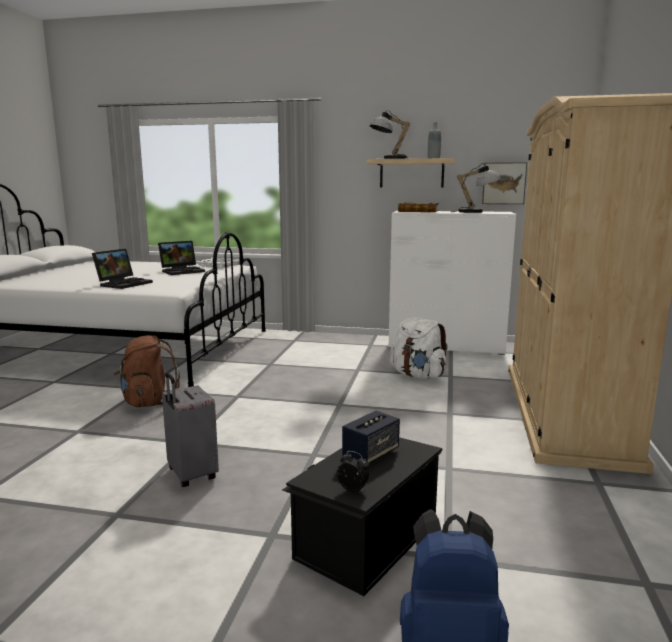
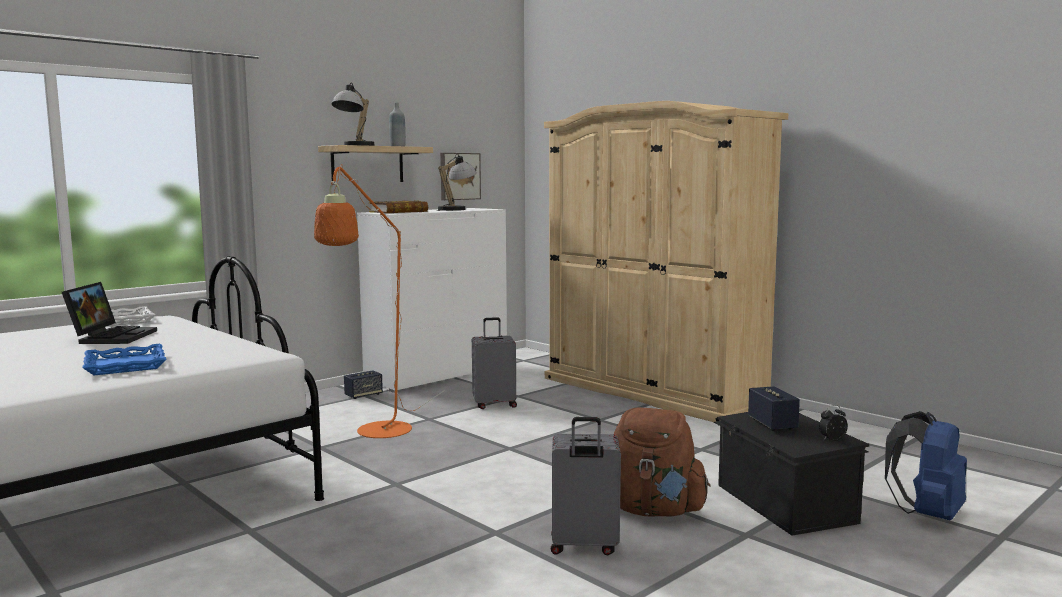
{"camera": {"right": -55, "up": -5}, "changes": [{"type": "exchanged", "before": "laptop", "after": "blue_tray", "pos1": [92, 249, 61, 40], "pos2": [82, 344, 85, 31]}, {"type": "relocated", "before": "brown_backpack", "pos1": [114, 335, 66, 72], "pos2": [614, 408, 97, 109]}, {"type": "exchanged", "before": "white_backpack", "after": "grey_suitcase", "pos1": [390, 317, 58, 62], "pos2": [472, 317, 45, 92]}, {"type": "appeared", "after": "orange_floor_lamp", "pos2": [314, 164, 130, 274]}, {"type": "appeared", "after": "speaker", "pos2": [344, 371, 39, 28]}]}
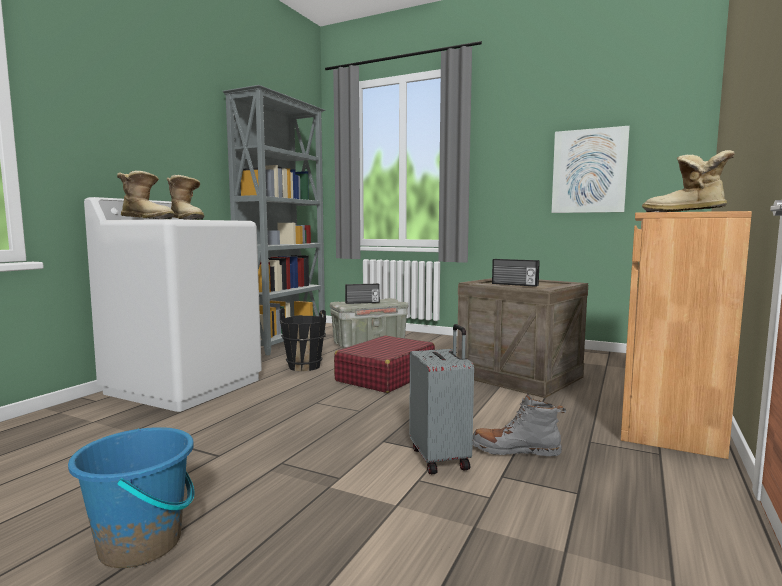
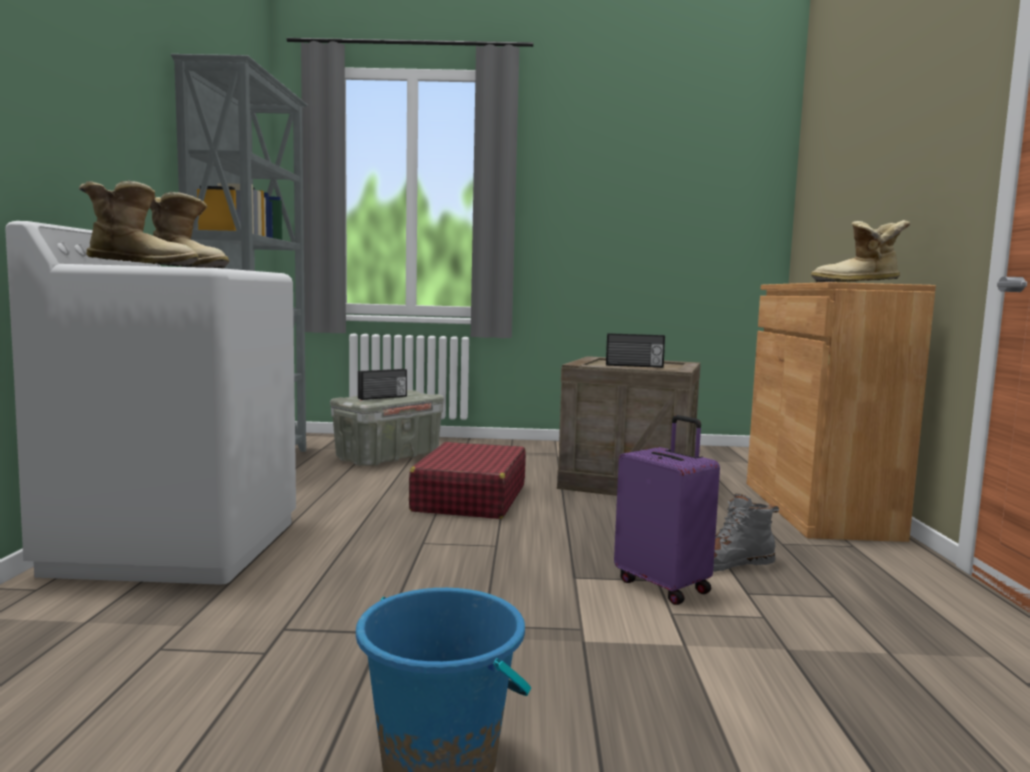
{"camera": {"right": -25, "up": 0}, "changes": [{"type": "missing", "before": "black_bucket", "pos1": [280, 308, 46, 63]}, {"type": "colour", "before": "grey_suitcase", "after": "purple_suitcase", "pos1": [409, 324, 65, 150], "pos2": [614, 415, 106, 190]}, {"type": "missing", "before": "picture", "pos1": [552, 126, 78, 87]}]}
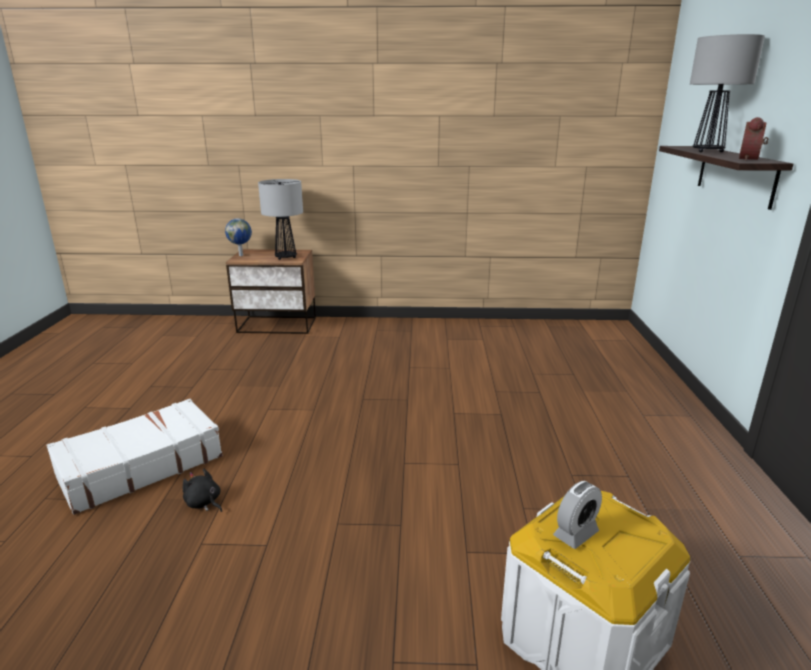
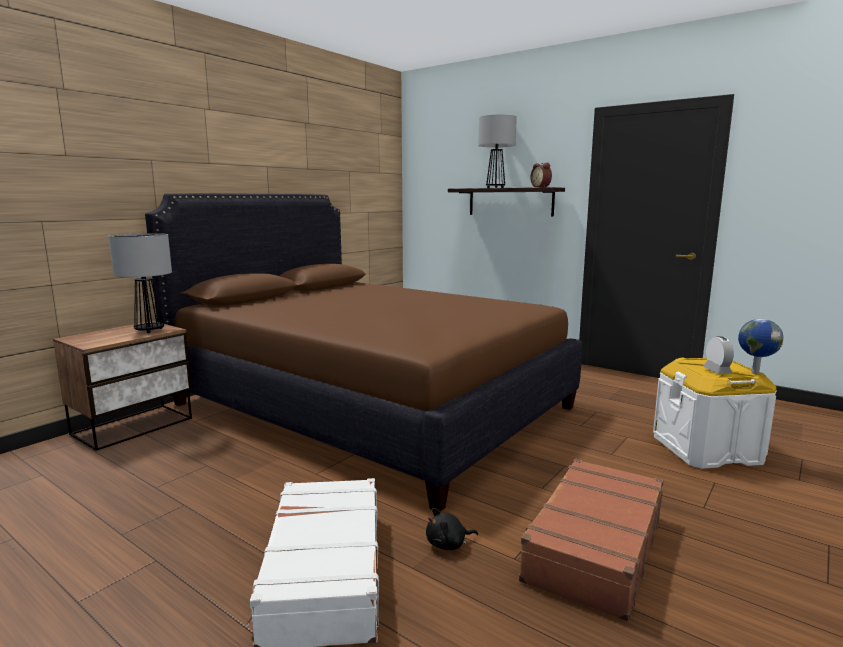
{"camera": {"right": -55, "up": -10}, "changes": [{"type": "relocated", "before": "globe", "pos1": [225, 218, 27, 38], "pos2": [738, 319, 45, 55]}, {"type": "appeared", "after": "brown_bed", "pos2": [145, 193, 437, 318]}, {"type": "appeared", "after": "brown_suitcase", "pos2": [517, 459, 147, 162]}]}
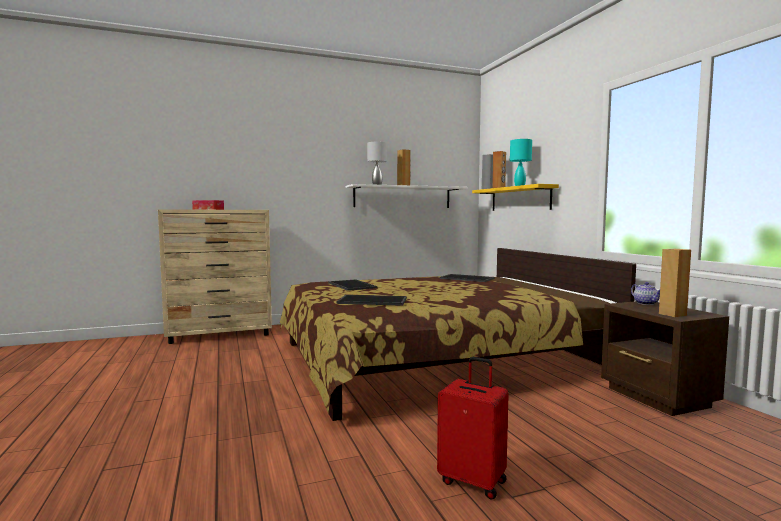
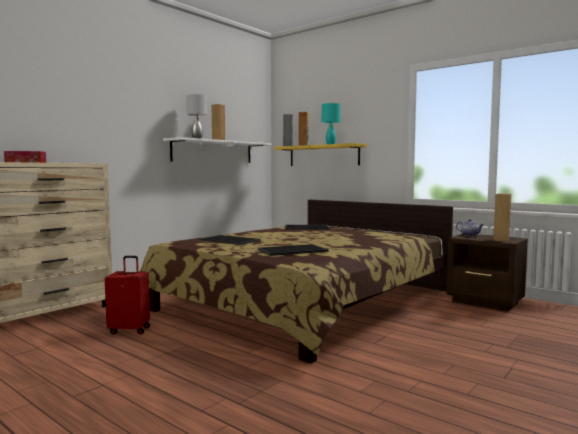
{"camera": {"right": -30, "up": 0}, "changes": [{"type": "relocated", "before": "red_suitcase", "pos1": [437, 357, 72, 143], "pos2": [105, 256, 45, 78]}]}
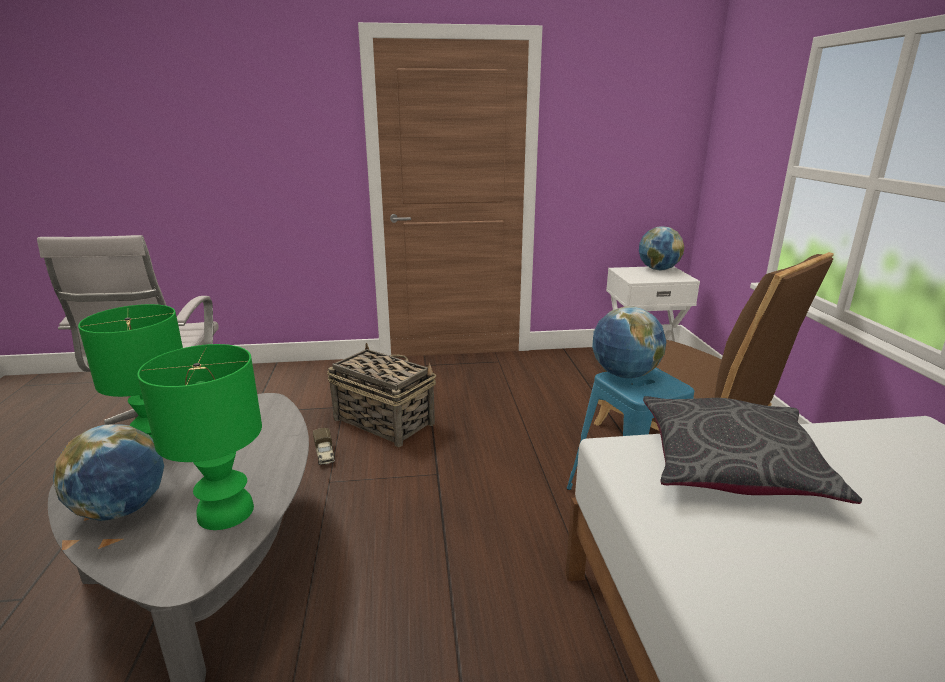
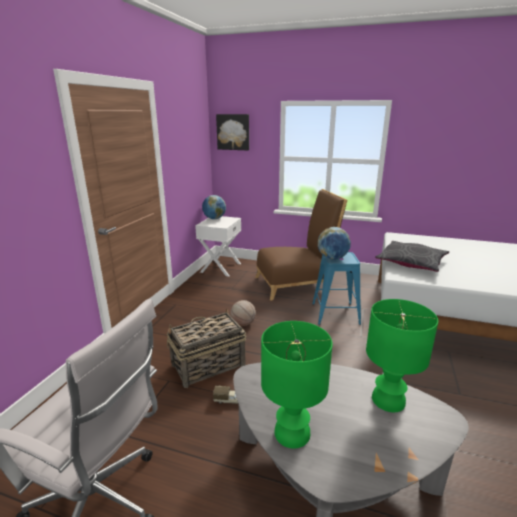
{"camera": {"right": -65, "up": 0}, "changes": [{"type": "missing", "before": "globe", "pos1": [53, 424, 111, 97]}, {"type": "appeared", "after": "picture", "pos2": [216, 114, 33, 36]}, {"type": "appeared", "after": "basketball", "pos2": [230, 300, 26, 26]}]}
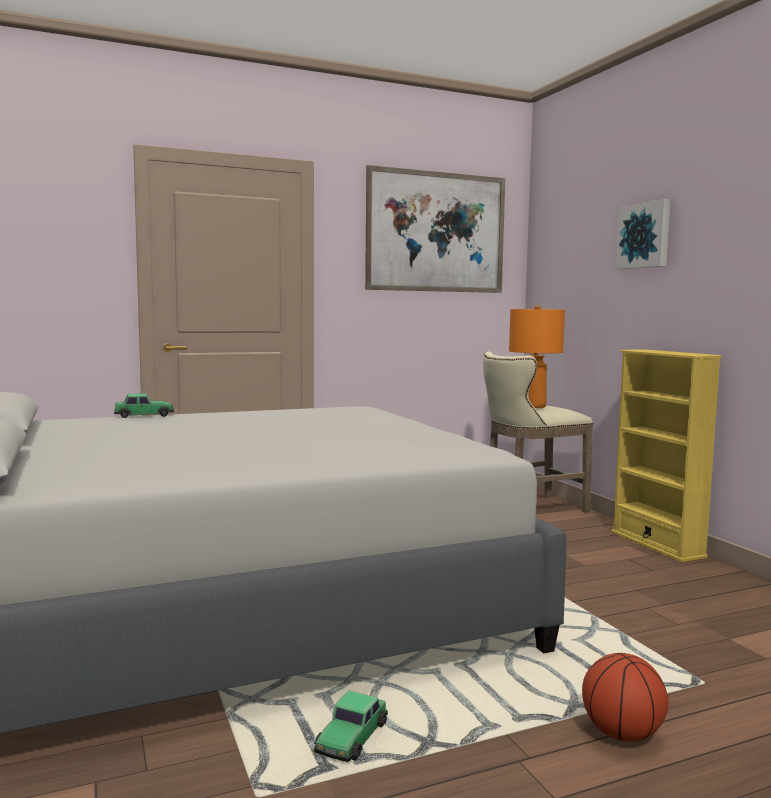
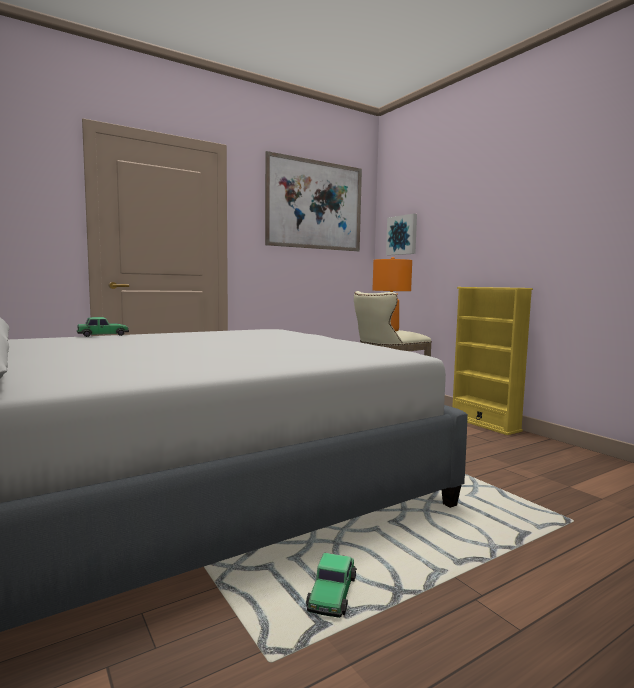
{"camera": {"right": -10, "up": 0}, "changes": [{"type": "missing", "before": "basketball", "pos1": [582, 653, 86, 89]}, {"type": "relocated", "before": "picture", "pos1": [616, 199, 54, 70], "pos2": [386, 213, 31, 42]}]}
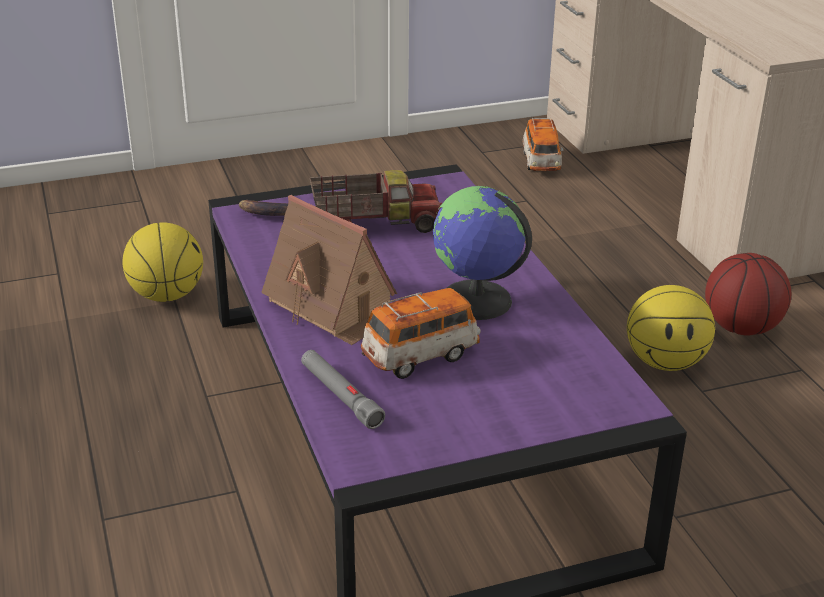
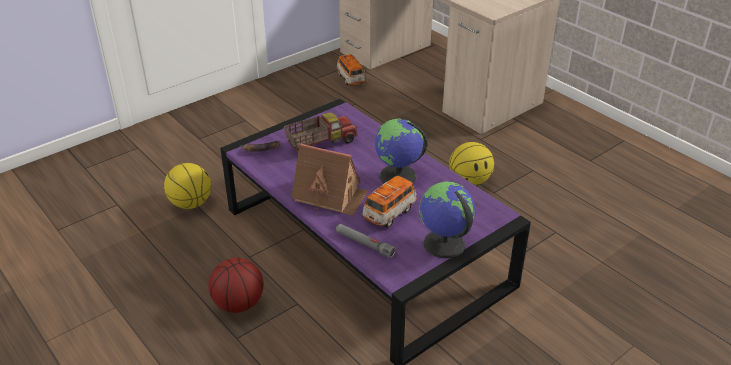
{"camera": {"right": -20, "up": 5}, "changes": [{"type": "relocated", "before": "basketball", "pos1": [705, 253, 86, 83], "pos2": [208, 258, 56, 55]}, {"type": "appeared", "after": "globe", "pos2": [419, 182, 56, 76]}]}
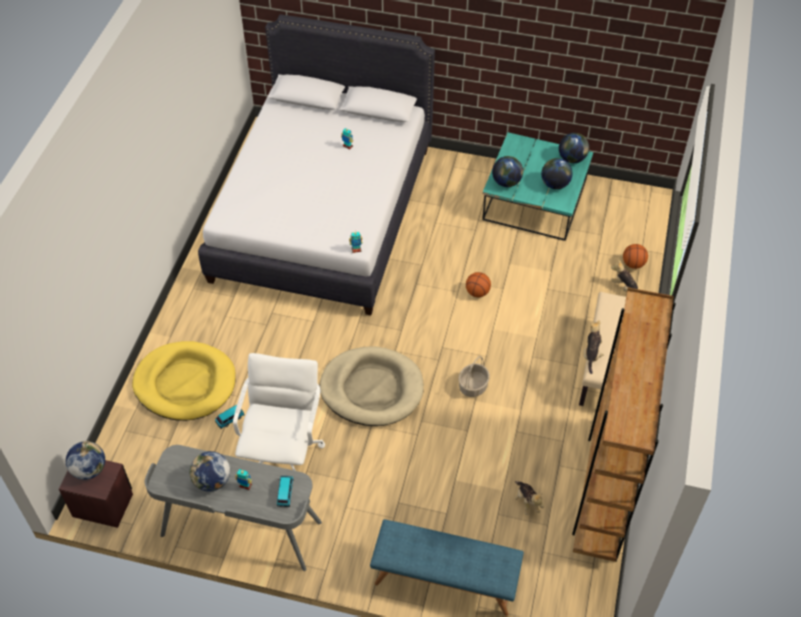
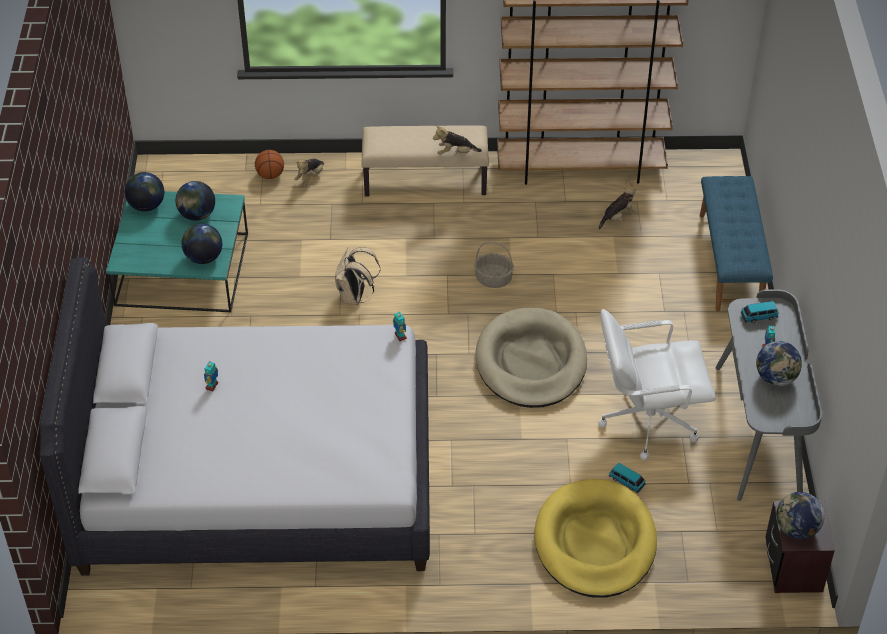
{"camera": {"right": -105, "up": -5}, "changes": [{"type": "exchanged", "before": "basketball", "after": "beige_backpack", "pos1": [466, 272, 25, 25], "pos2": [335, 247, 45, 58]}]}
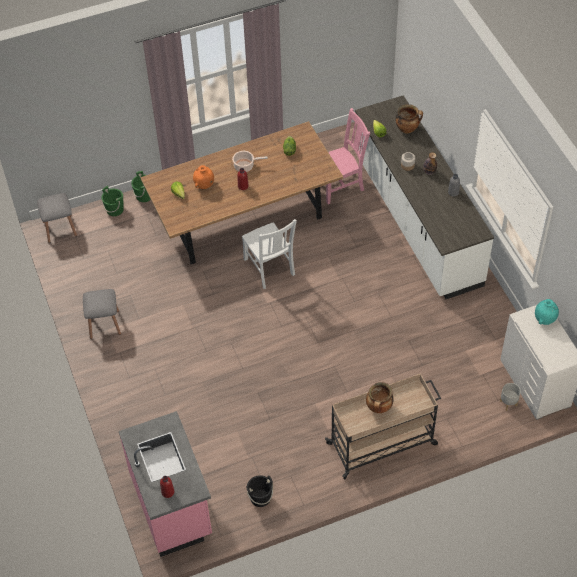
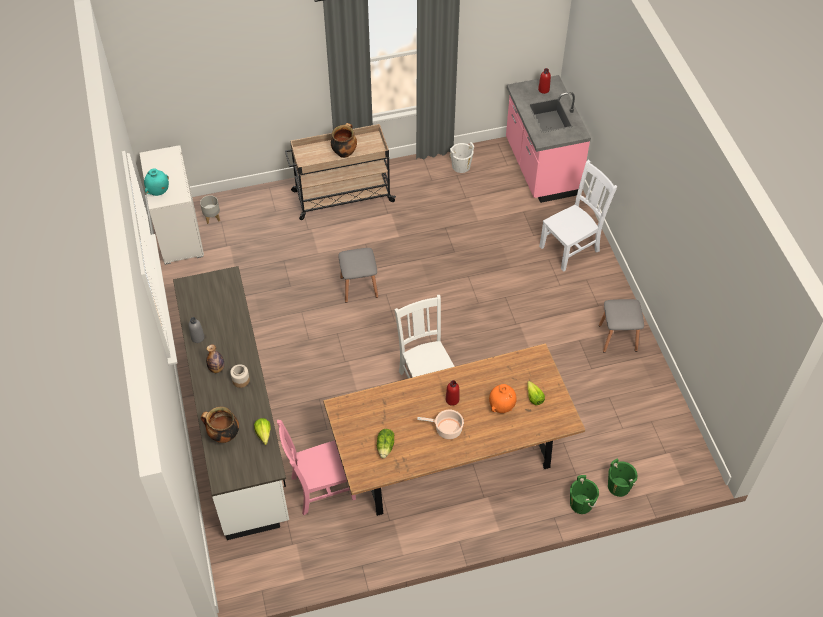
{"camera": {"right": -175, "up": 0}, "changes": [{"type": "relocated", "before": "grey_stool", "pos1": [37, 193, 40, 50], "pos2": [338, 248, 40, 55]}, {"type": "colour", "before": "black_bucket", "after": "white_bucket", "pos1": [246, 475, 27, 32], "pos2": [449, 142, 25, 31]}, {"type": "appeared", "after": "white_chair", "pos2": [539, 160, 78, 112]}]}
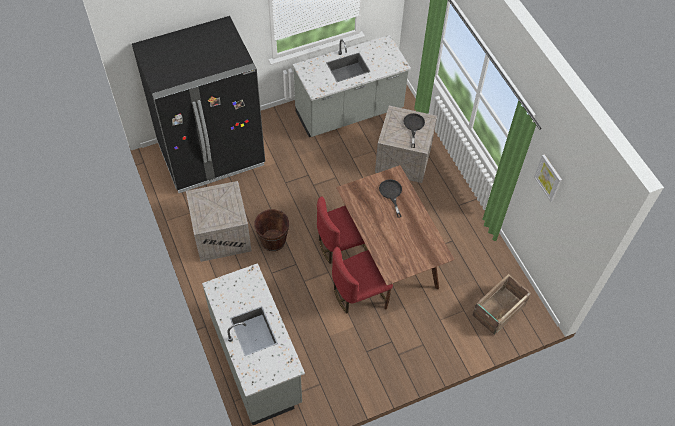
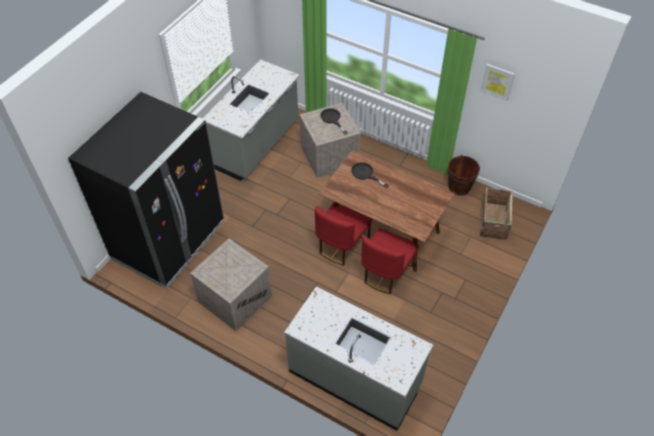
{"camera": {"right": -35, "up": -5}, "changes": [{"type": "relocated", "before": "brown_bucket", "pos1": [254, 209, 35, 42], "pos2": [448, 155, 32, 41]}]}
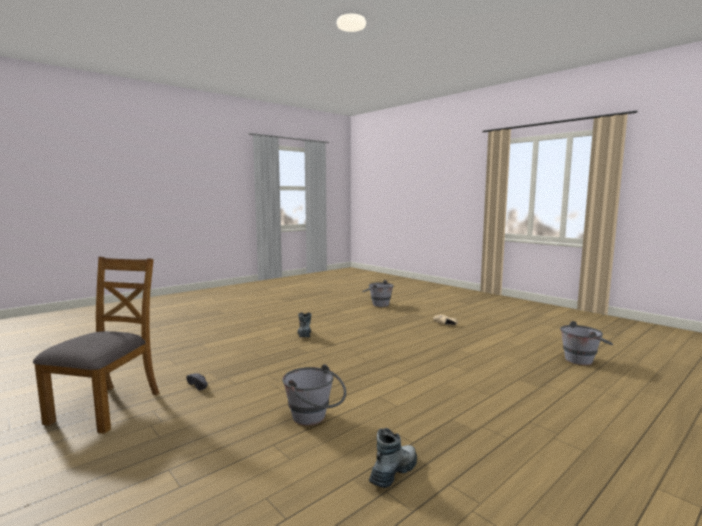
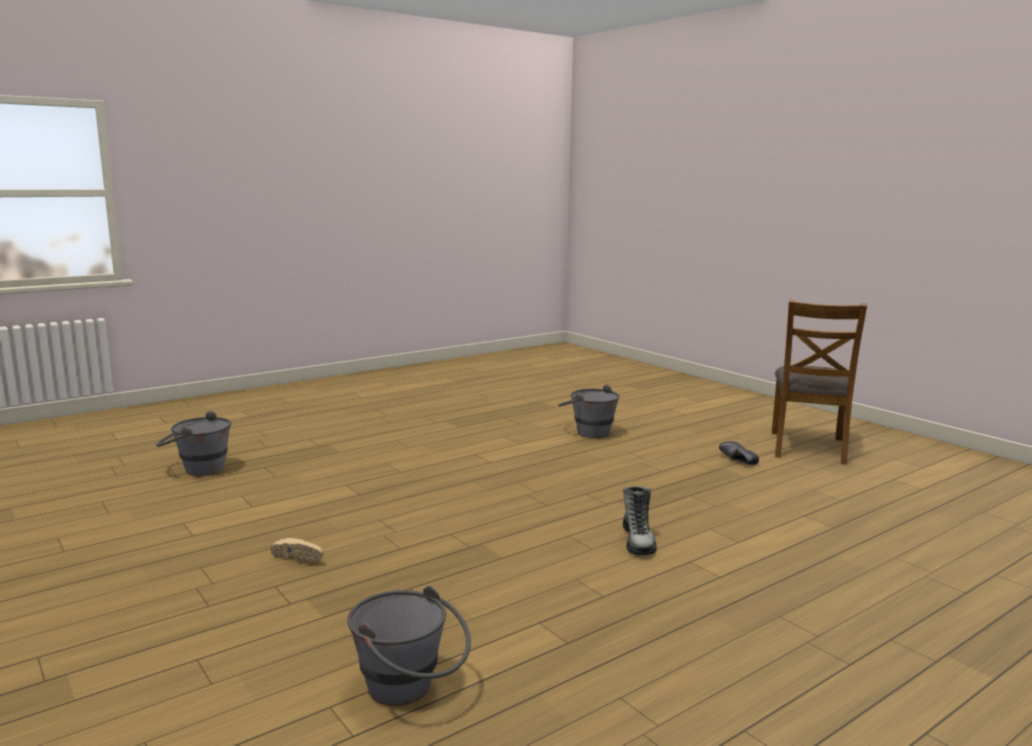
{"camera": {"right": -175, "up": 5}, "changes": [{"type": "missing", "before": "boot", "pos1": [369, 428, 48, 60]}]}
